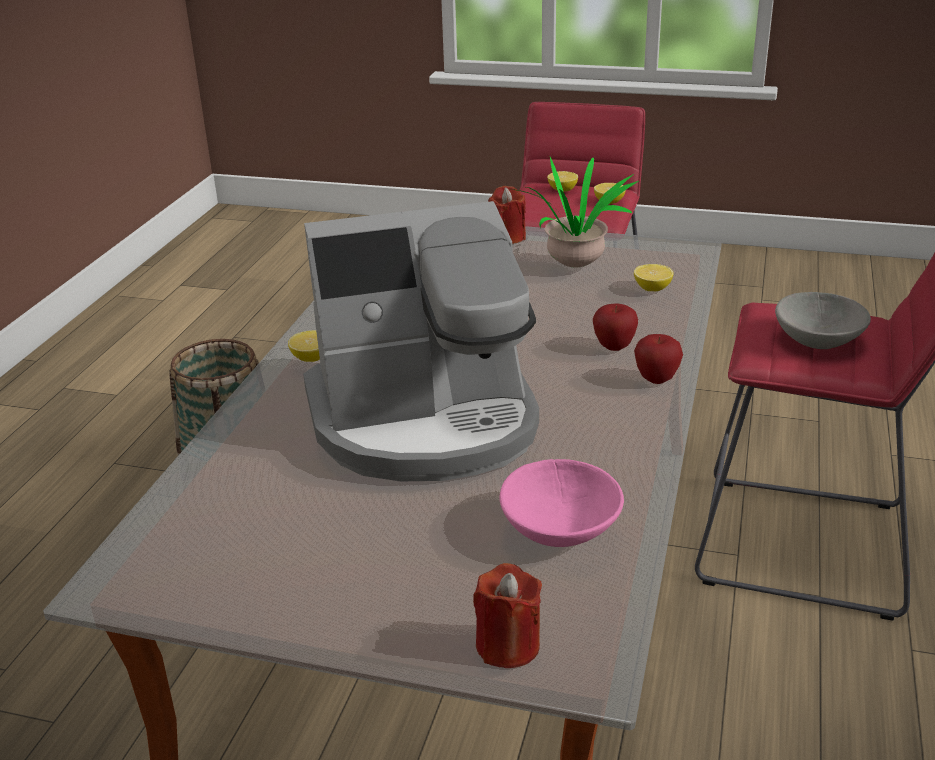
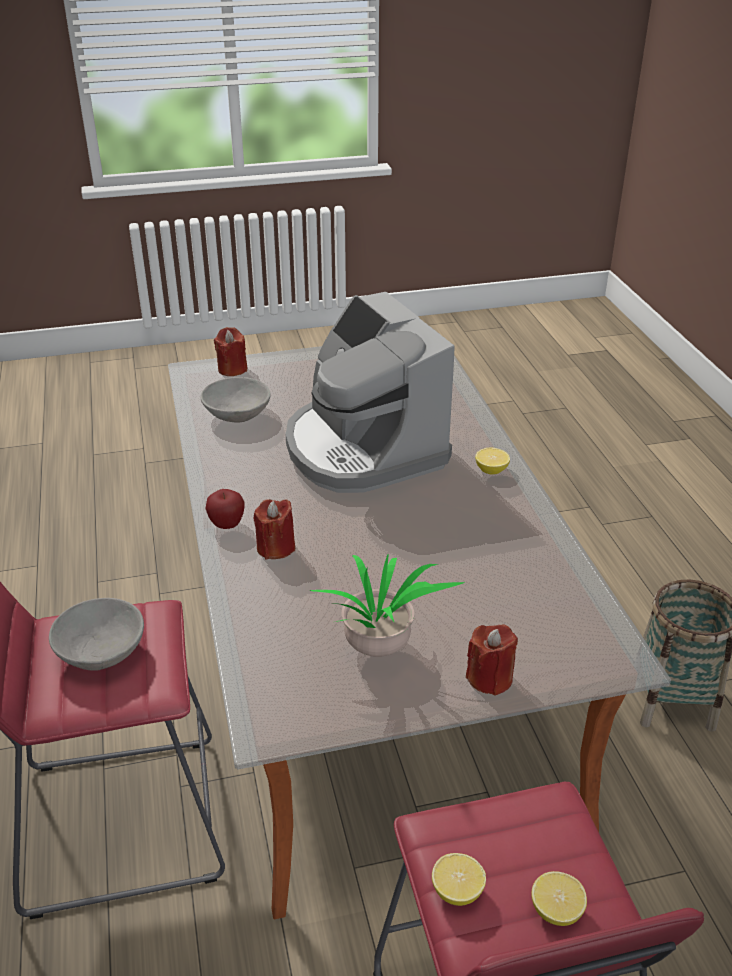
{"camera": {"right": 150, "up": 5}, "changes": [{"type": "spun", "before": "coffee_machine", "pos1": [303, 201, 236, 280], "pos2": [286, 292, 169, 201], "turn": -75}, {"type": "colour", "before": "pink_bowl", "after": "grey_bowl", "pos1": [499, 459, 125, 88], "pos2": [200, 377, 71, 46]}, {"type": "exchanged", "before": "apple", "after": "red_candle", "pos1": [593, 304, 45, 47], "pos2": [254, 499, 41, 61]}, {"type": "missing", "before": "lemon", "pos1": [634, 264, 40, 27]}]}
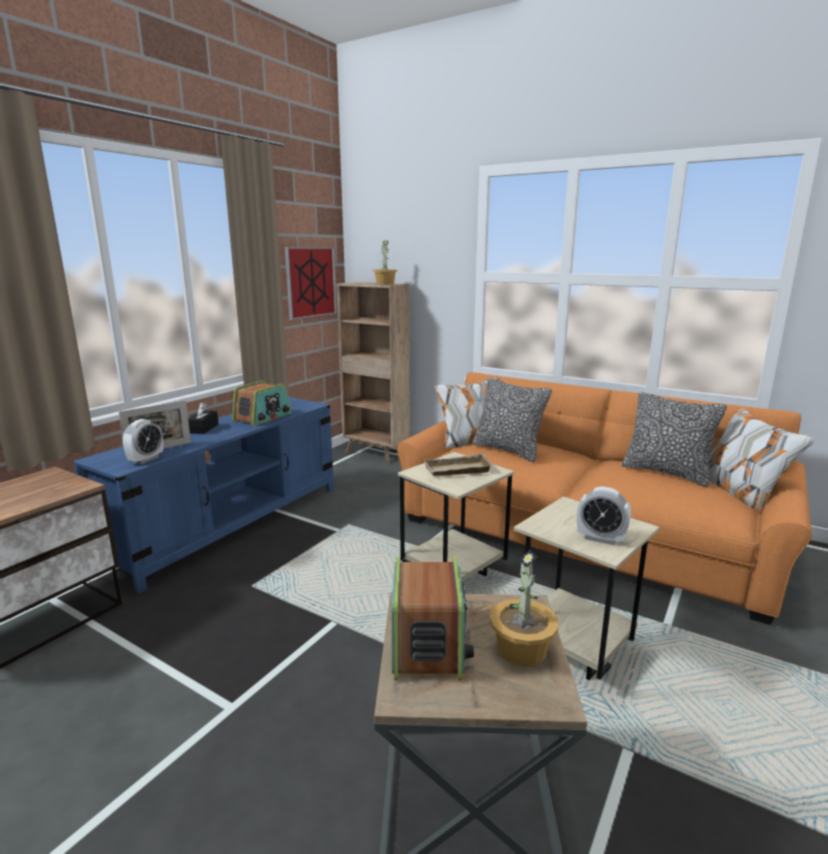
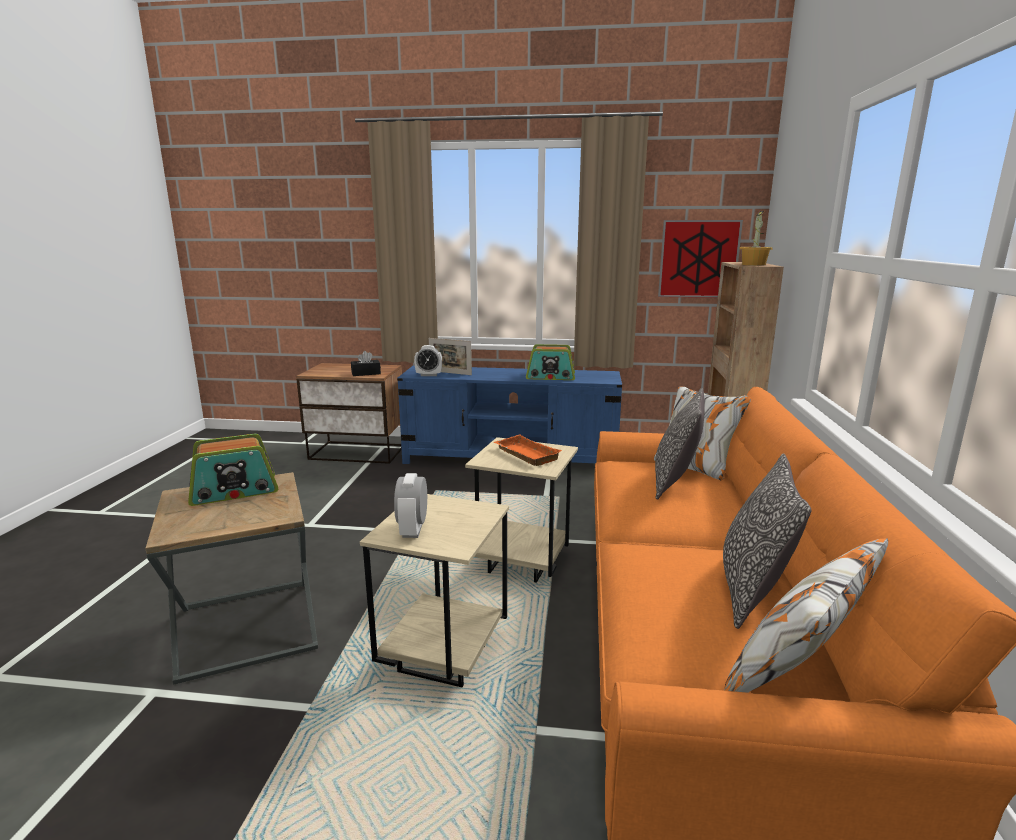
{"camera": {"right": 65, "up": 0}, "changes": [{"type": "relocated", "before": "black_tissue_box", "pos1": [188, 402, 31, 32], "pos2": [351, 351, 30, 25]}, {"type": "colour", "before": "beige_tray", "after": "orange_tray", "pos1": [423, 453, 70, 23], "pos2": [493, 435, 70, 31]}, {"type": "missing", "before": "potted_plant", "pos1": [490, 550, 68, 117]}]}
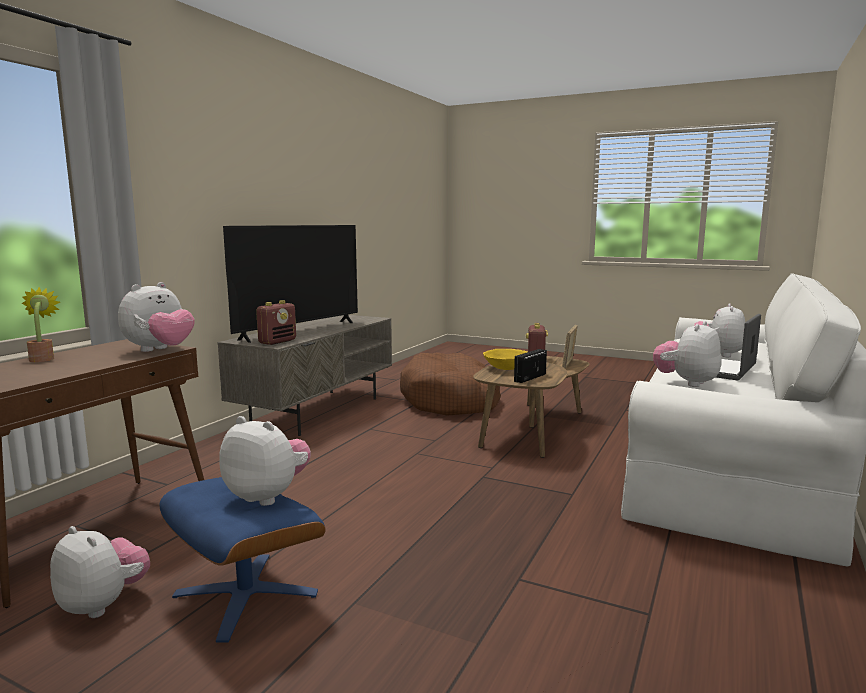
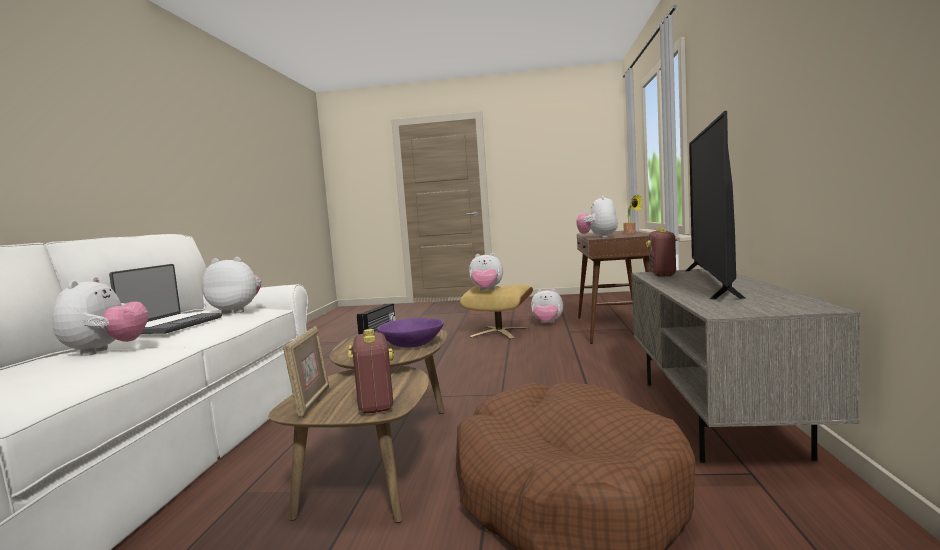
{"camera": {"right": 160, "up": -5}, "changes": [{"type": "colour", "before": "blue_ottoman", "after": "beige_ottoman", "pos1": [160, 477, 166, 166], "pos2": [460, 285, 73, 54]}, {"type": "colour", "before": "yellow_bowl", "after": "purple_bowl", "pos1": [483, 349, 44, 21], "pos2": [377, 318, 67, 30]}, {"type": "spun", "before": "plush_toy", "pos1": [653, 321, 68, 66], "pos2": [202, 257, 59, 57], "turn": -105}]}
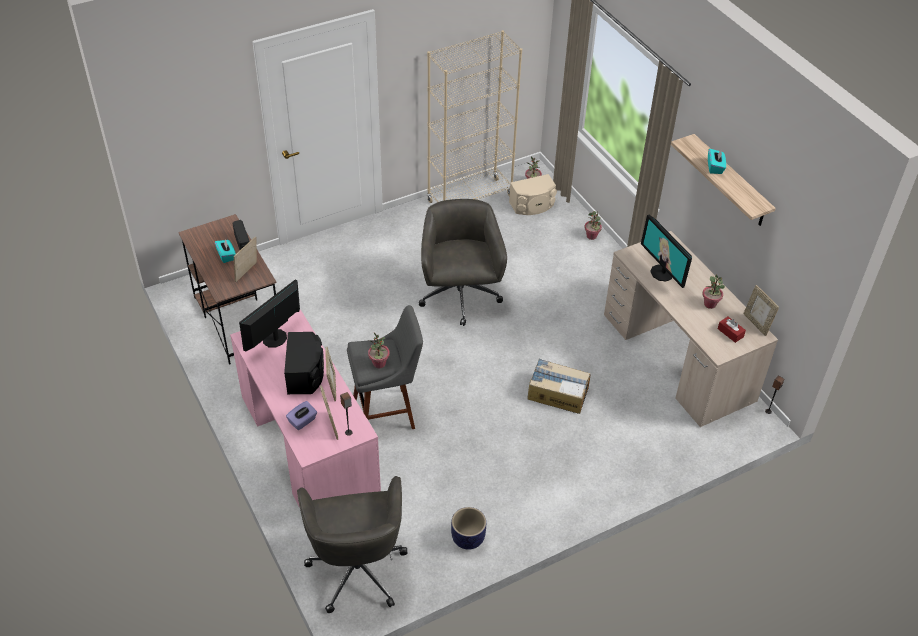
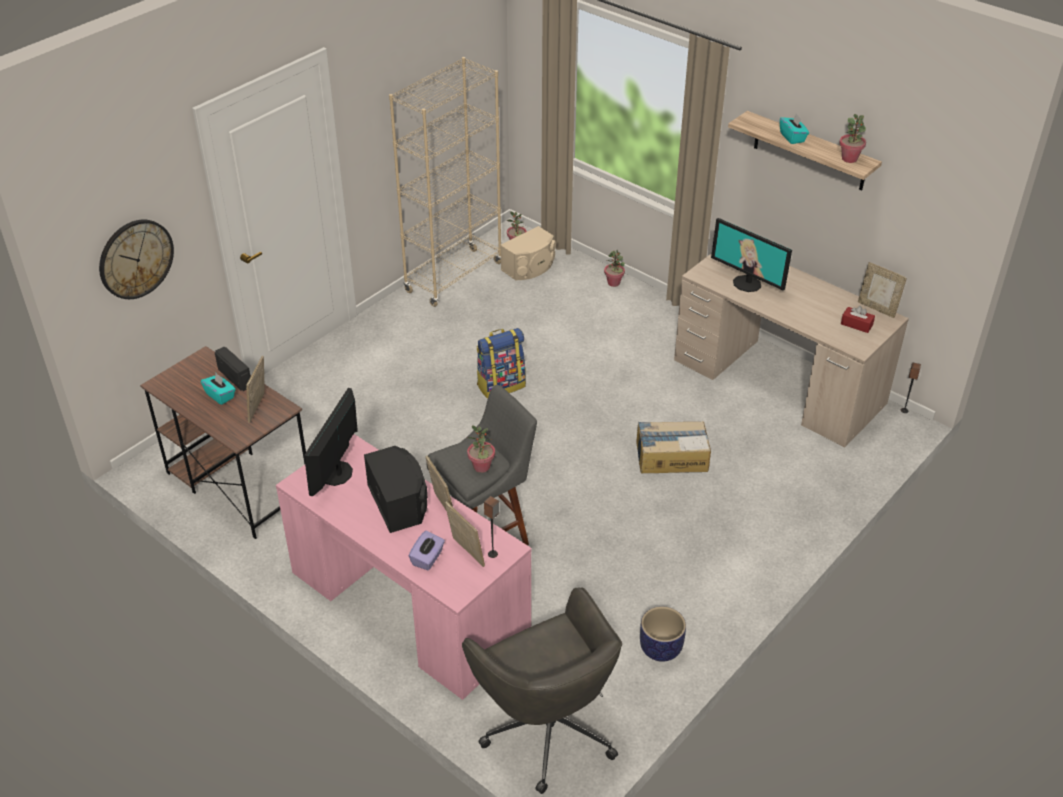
{"camera": {"right": -20, "up": -5}, "changes": [{"type": "exchanged", "before": "grey_office_chair", "after": "backpack", "pos1": [419, 199, 88, 127], "pos2": [477, 328, 49, 71]}, {"type": "relocated", "before": "potted_plant", "pos1": [702, 275, 23, 34], "pos2": [839, 114, 27, 49]}, {"type": "appeared", "after": "wall_clock", "pos2": [99, 220, 75, 79]}]}
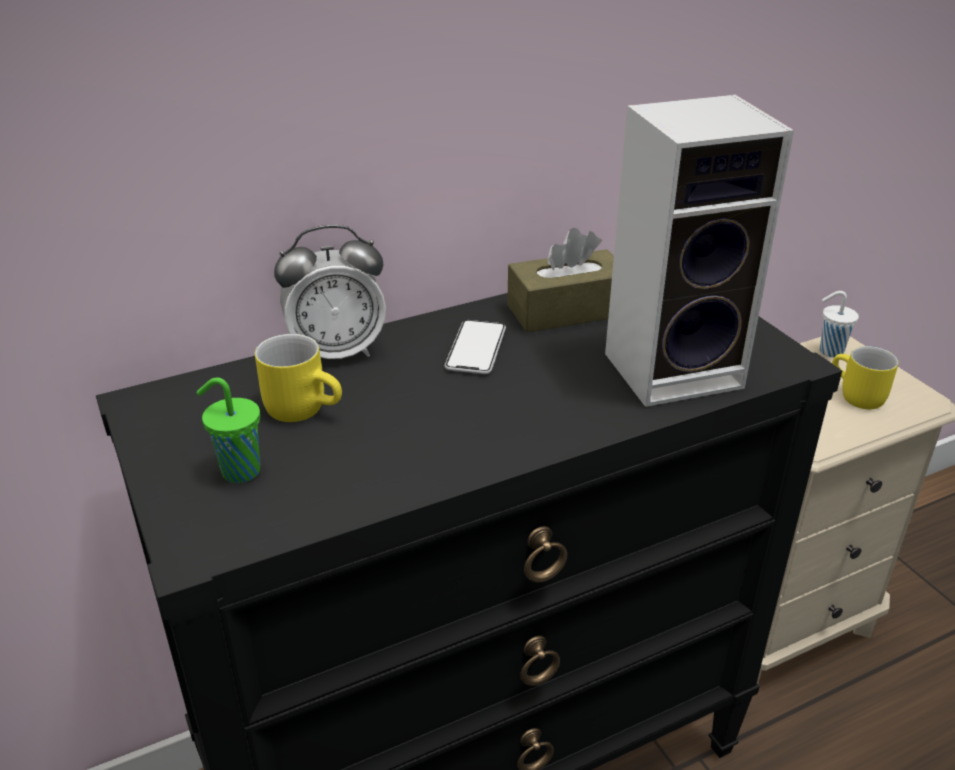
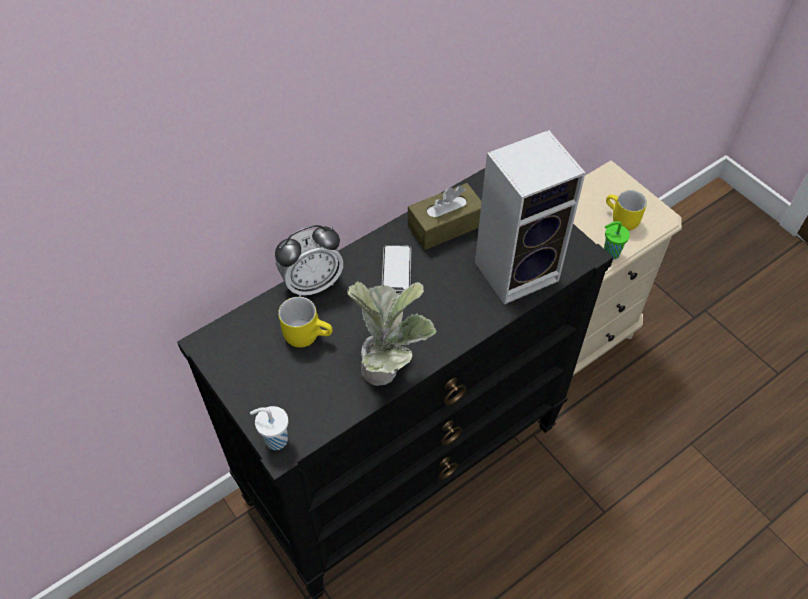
{"camera": {"right": -10, "up": 20}, "changes": [{"type": "relocated", "before": "green_cup", "pos1": [197, 378, 63, 105], "pos2": [604, 221, 26, 39]}, {"type": "relocated", "before": "white_cup", "pos1": [820, 291, 39, 67], "pos2": [250, 406, 38, 44]}, {"type": "appeared", "after": "potted_plant", "pos2": [347, 282, 89, 104]}]}
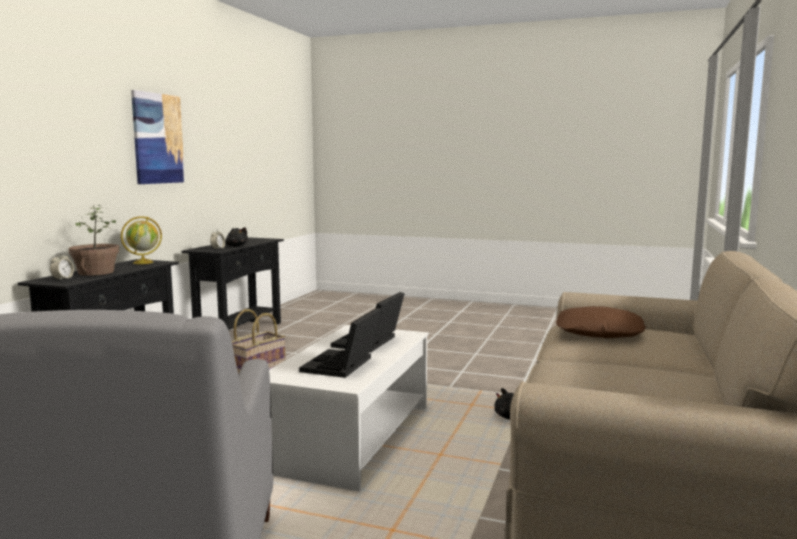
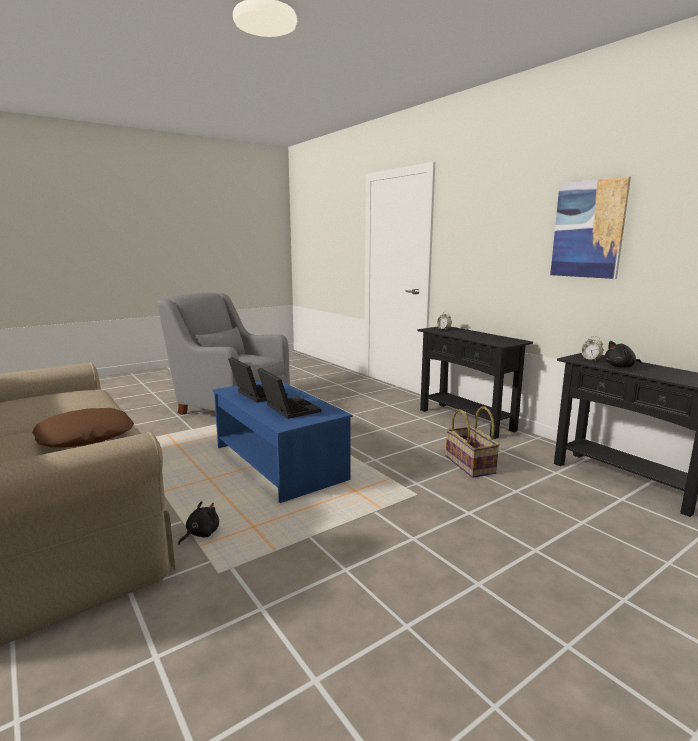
{"camera": {"right": 125, "up": 5}, "changes": [{"type": "missing", "before": "potted_plant", "pos1": [68, 205, 51, 71]}, {"type": "missing", "before": "globe", "pos1": [121, 216, 41, 48]}, {"type": "colour", "before": "white_coffee_table", "after": "blue_coffee_table", "pos1": [269, 325, 160, 167], "pos2": [213, 381, 139, 122]}]}
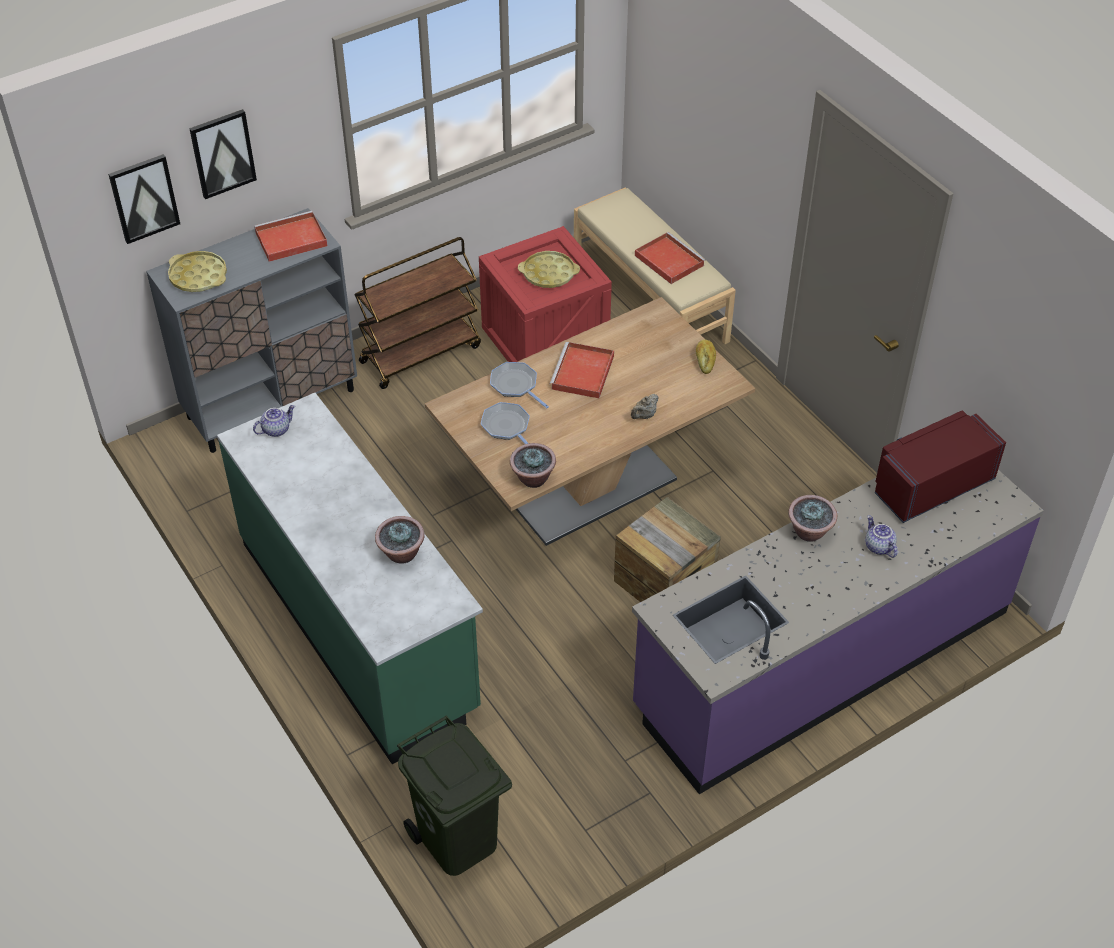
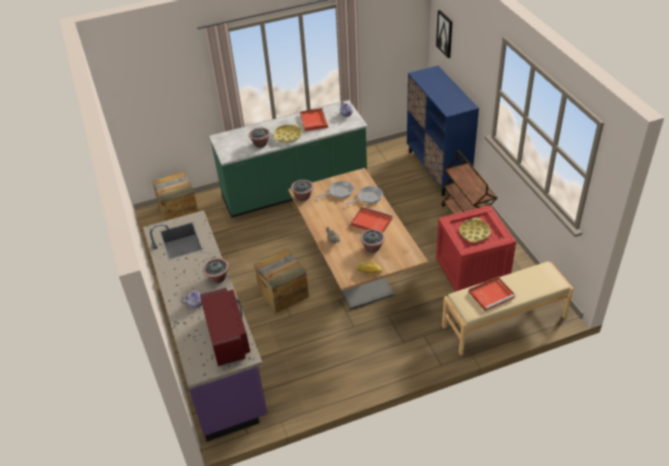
{"camera": {"right": 105, "up": -5}, "changes": [{"type": "colour", "before": "grey_cabinet", "after": "blue_cabinet", "pos1": [146, 208, 211, 245], "pos2": [407, 66, 72, 130]}, {"type": "relocated", "before": "yellow_tray", "pos1": [168, 251, 59, 41], "pos2": [274, 124, 28, 19]}, {"type": "missing", "before": "picture", "pos1": [189, 109, 68, 90]}, {"type": "relocated", "before": "red_tray", "pos1": [254, 211, 74, 51], "pos2": [300, 108, 29, 23]}, {"type": "exchanged", "before": "green_trash_can", "after": "crate", "pos1": [397, 716, 115, 160], "pos2": [152, 171, 47, 50]}, {"type": "appeared", "after": "potted_plant", "pos2": [360, 229, 25, 24]}]}
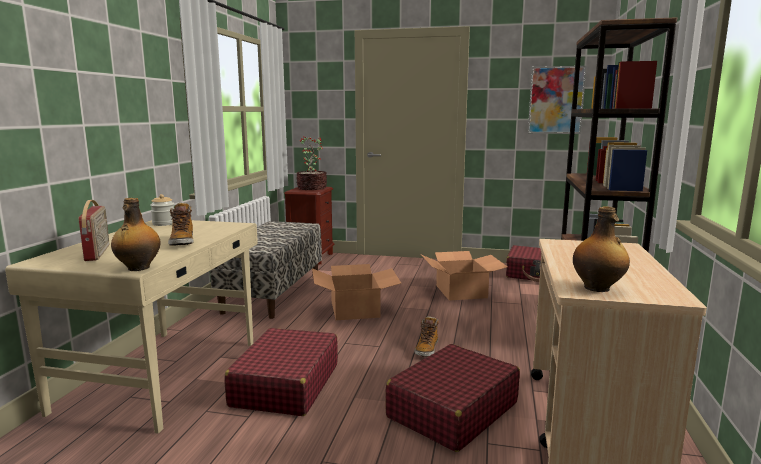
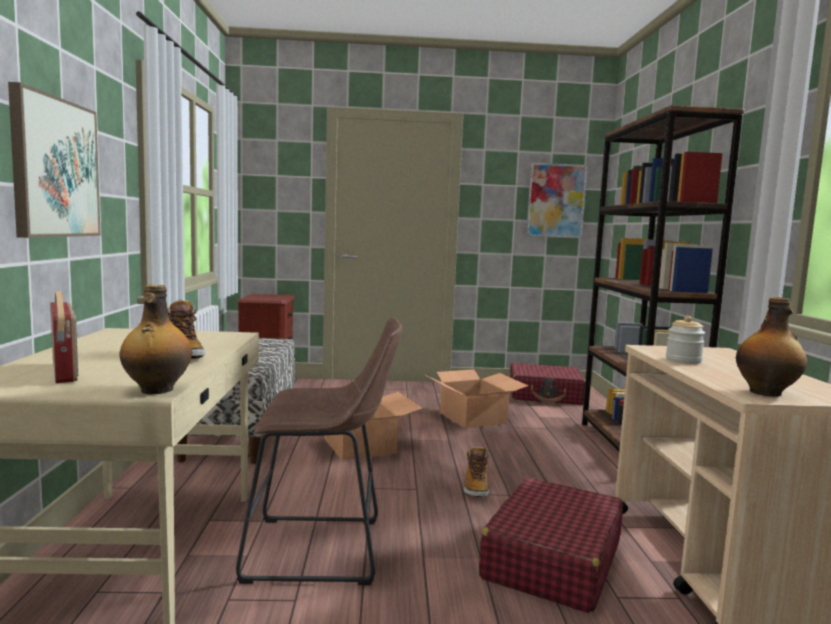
{"camera": {"right": -15, "up": -5}, "changes": [{"type": "relocated", "before": "jar", "pos1": [150, 194, 24, 32], "pos2": [666, 316, 39, 48]}, {"type": "exchanged", "before": "red_suitcase", "after": "brown_stool", "pos1": [224, 328, 114, 88], "pos2": [236, 317, 166, 268]}, {"type": "missing", "before": "potted_plant", "pos1": [296, 136, 31, 54]}, {"type": "appeared", "after": "picture", "pos2": [8, 82, 93, 156]}]}
